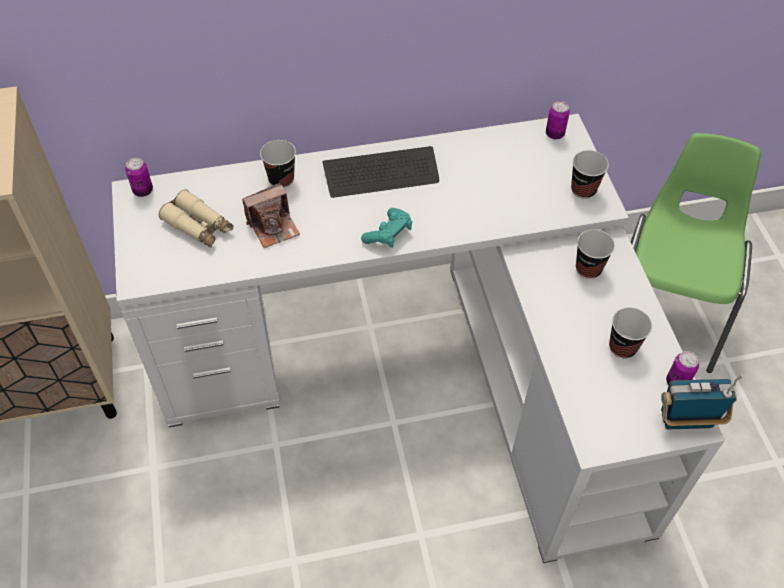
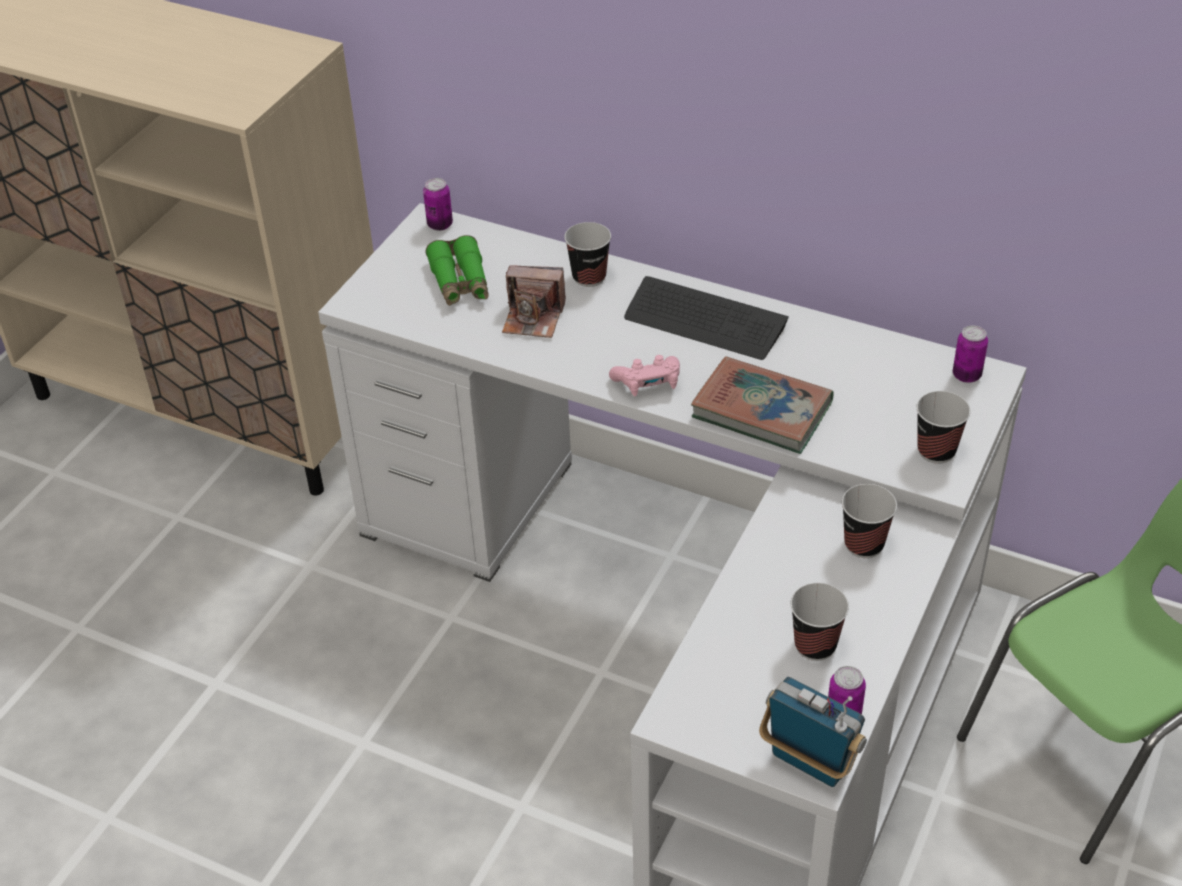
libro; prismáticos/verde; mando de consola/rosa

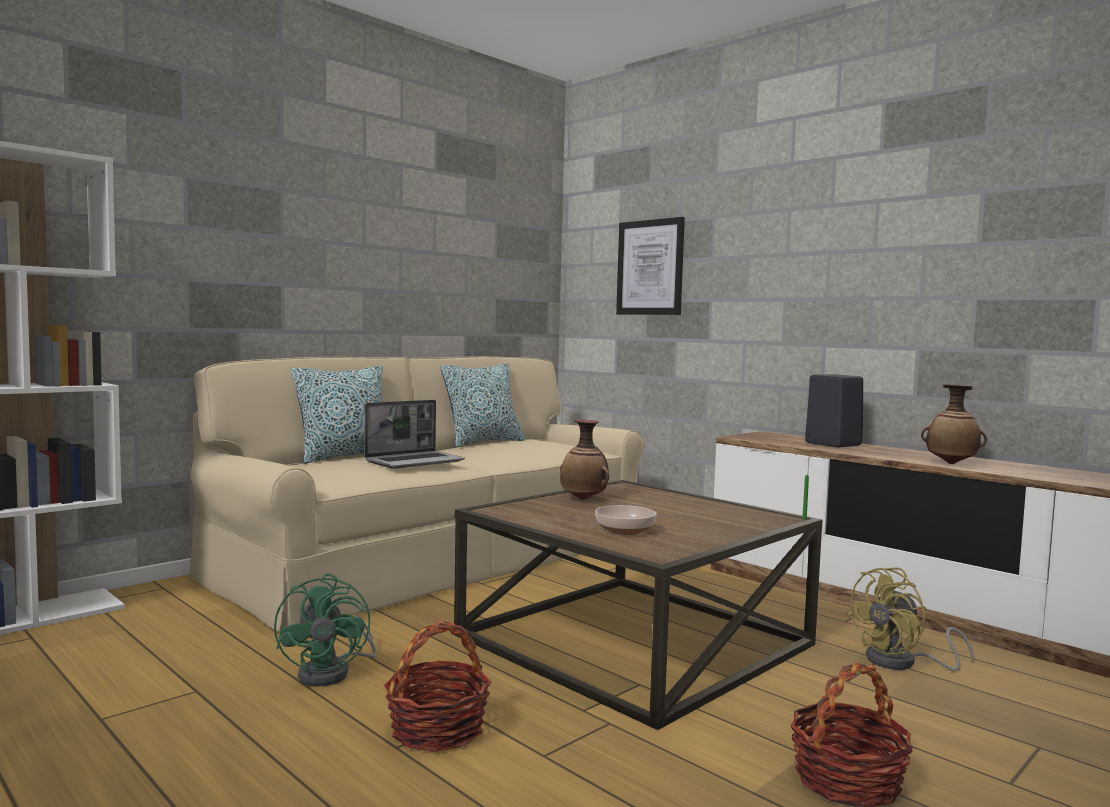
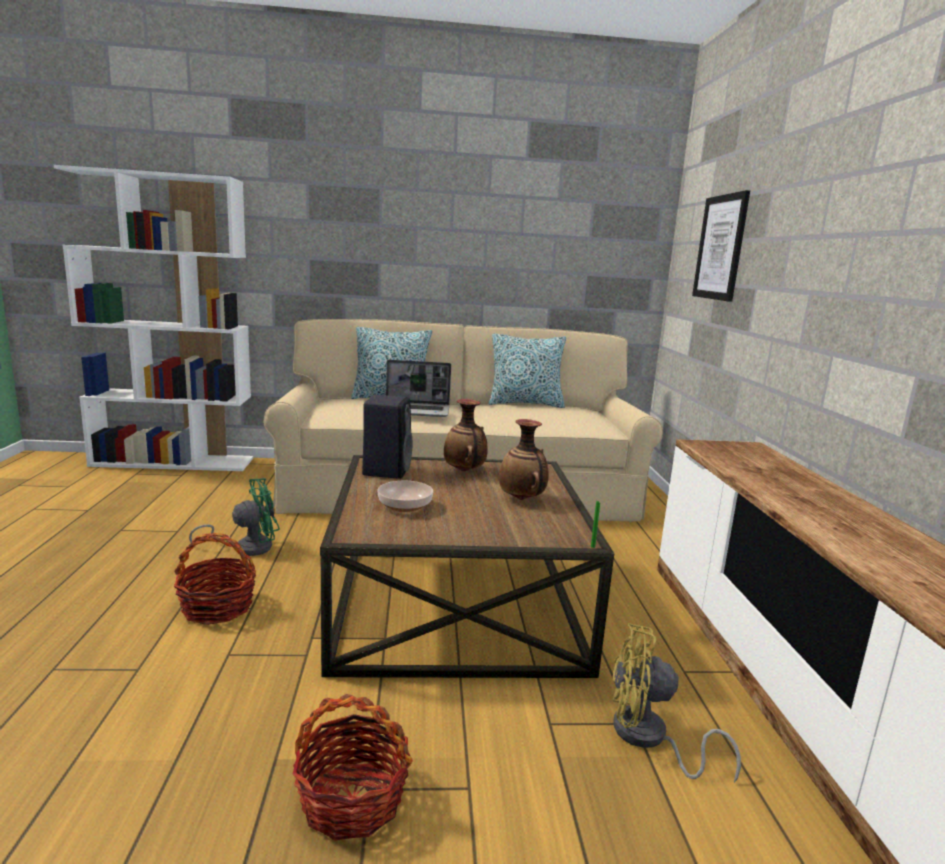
altavoz/negro; florero (2nd from left); ventilador/verde

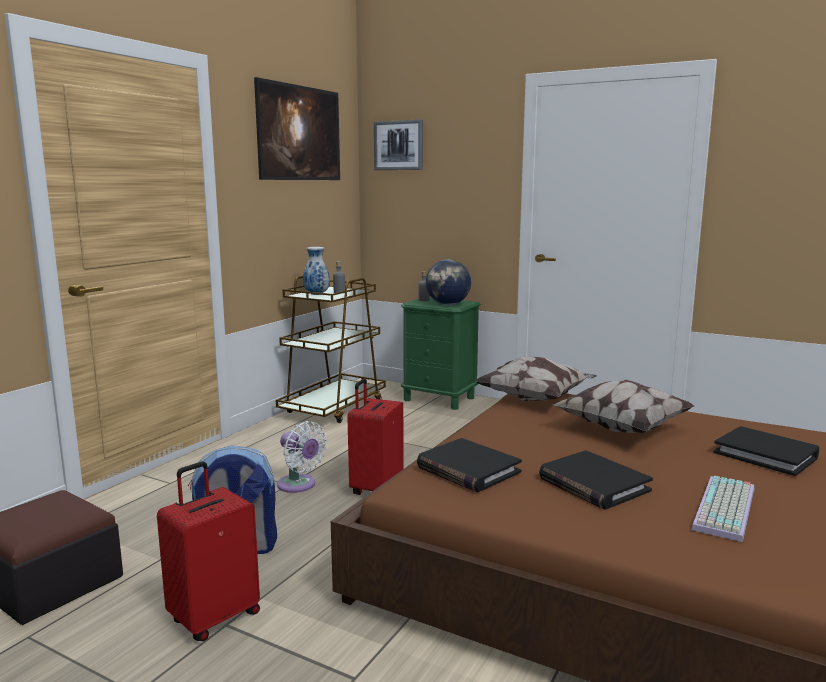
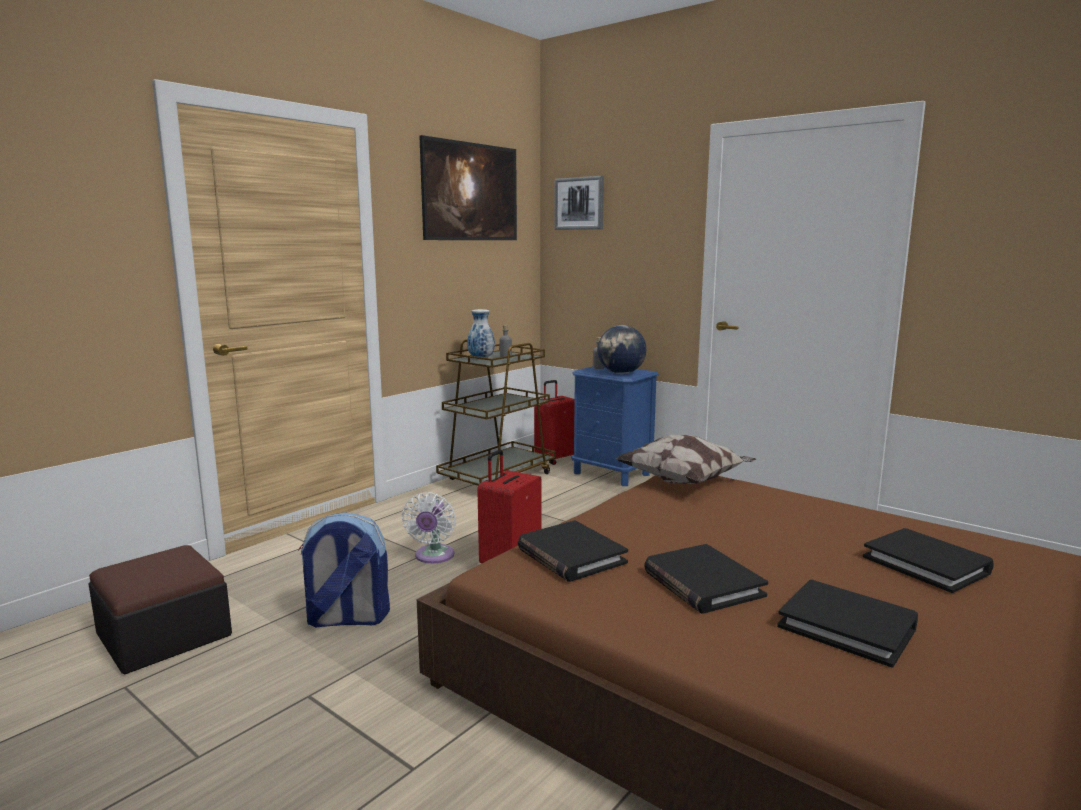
cojín (2nd from left in the first image); maleta/rojo (2nd from left); libro/negro (3rd from left); mesita de noche/azul; ventilador/blanco

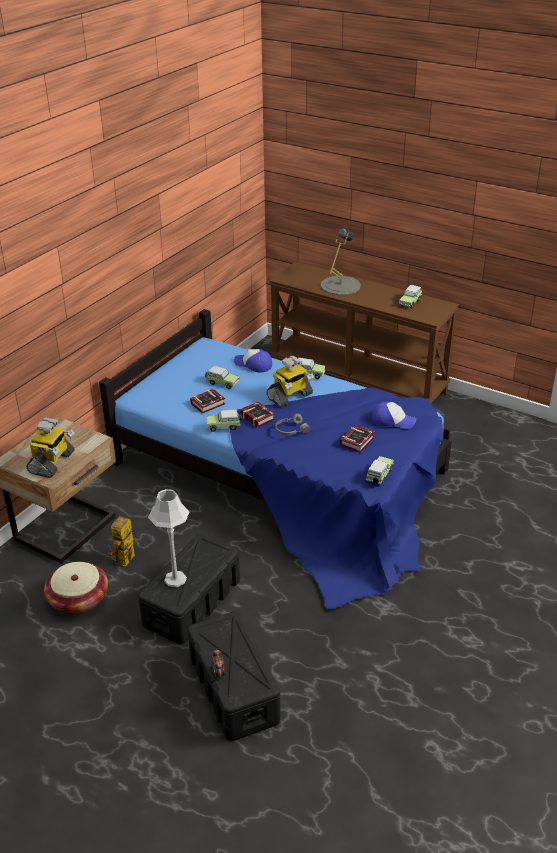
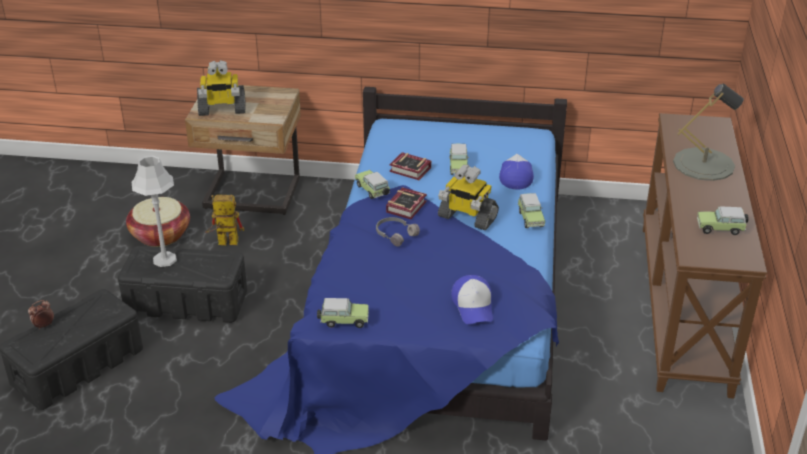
libro (3rd from left in the first image)

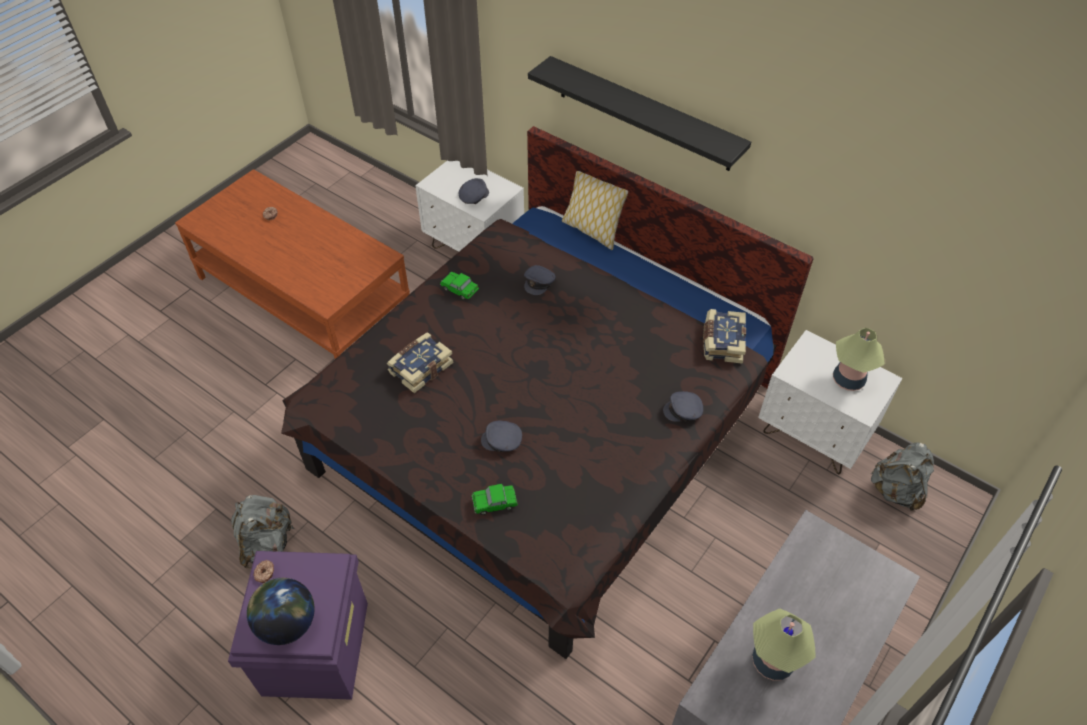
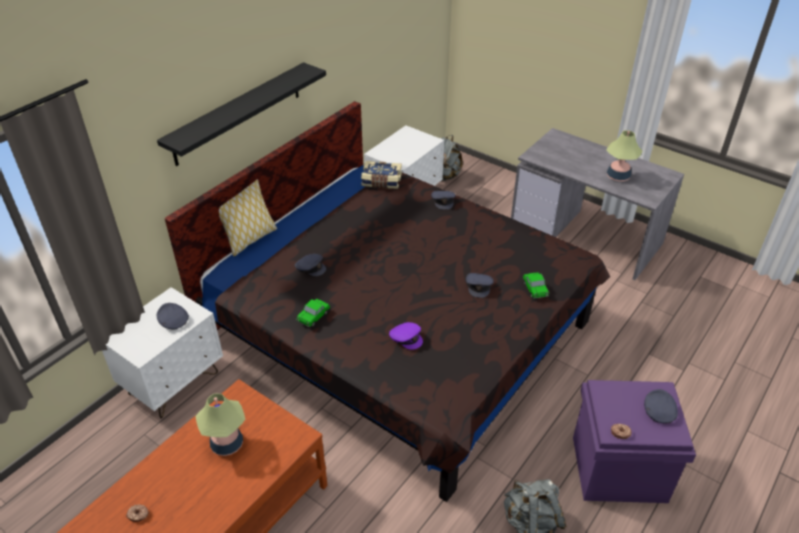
lámpara de mesa (1st from left); gorra/gris (5th from left); gorra/morado

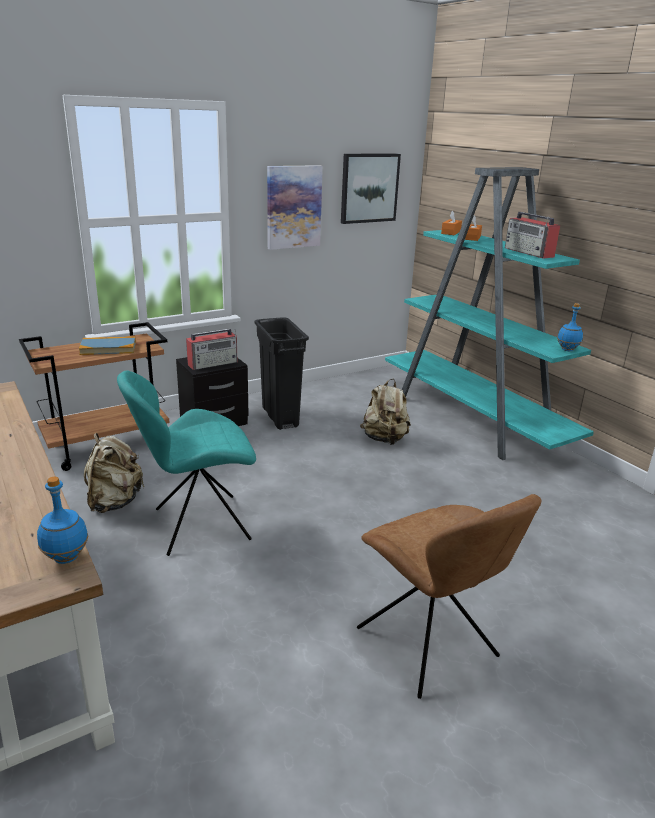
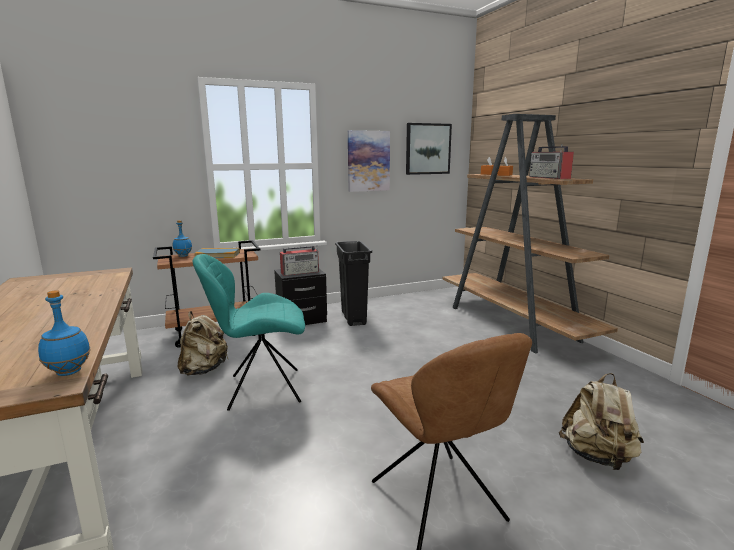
mochila/beis (2nd from left); botella/azul (2nd from left); estantería/marrón

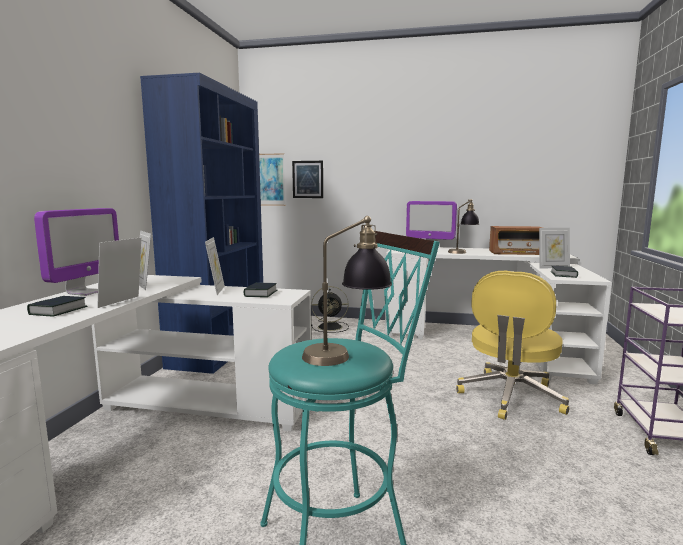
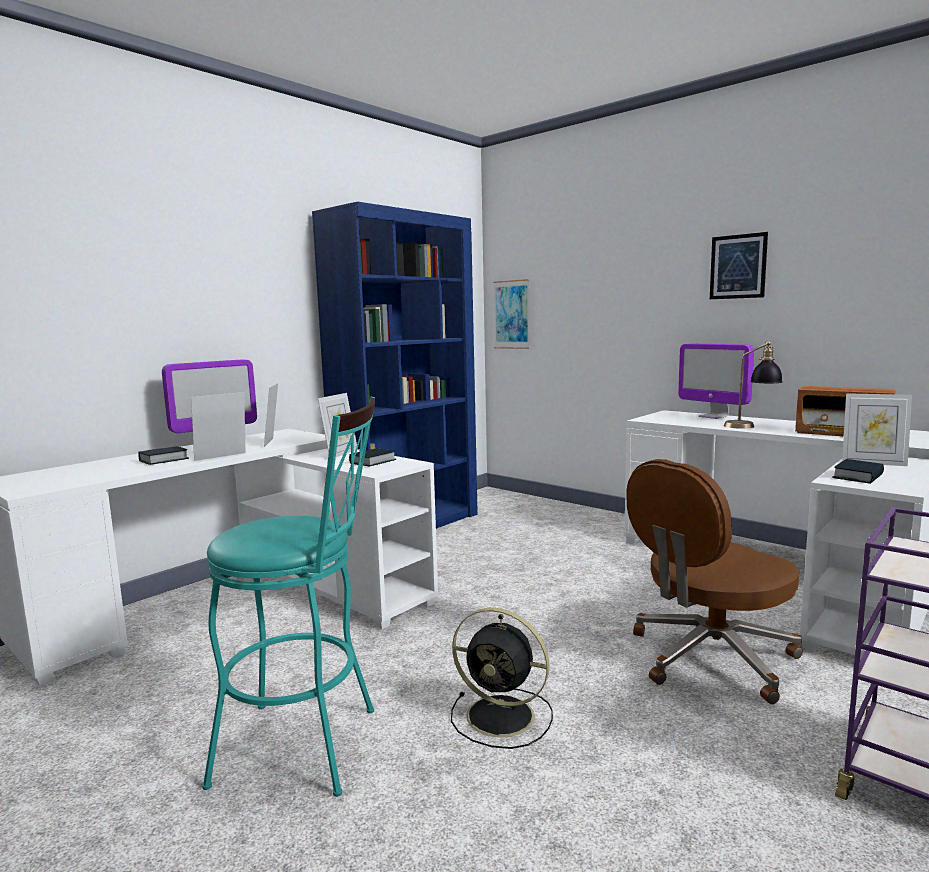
lámpara de mesa (1st from left in the first image); cuadro (2nd from left); ventilador/negro; silla de oficina/marrón

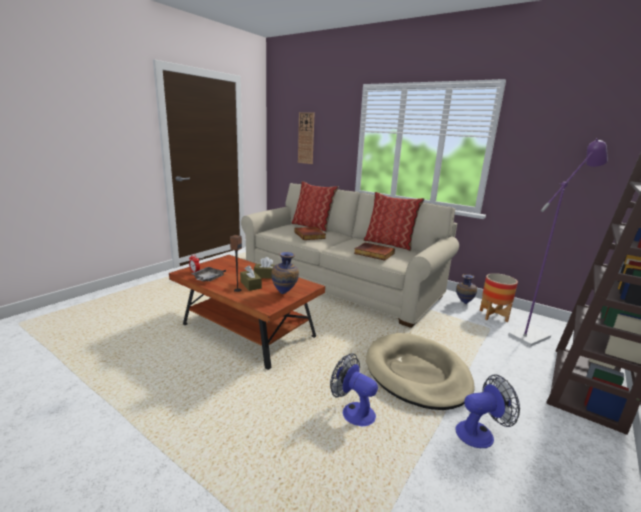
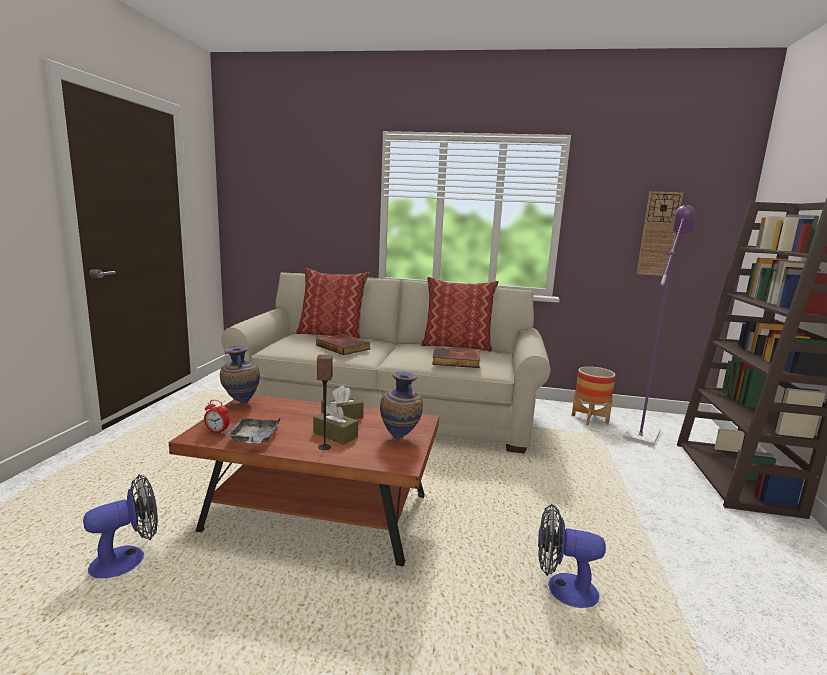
cama para perro/beis; reloj de pared; ventilador (1st from left); florero (1st from left)

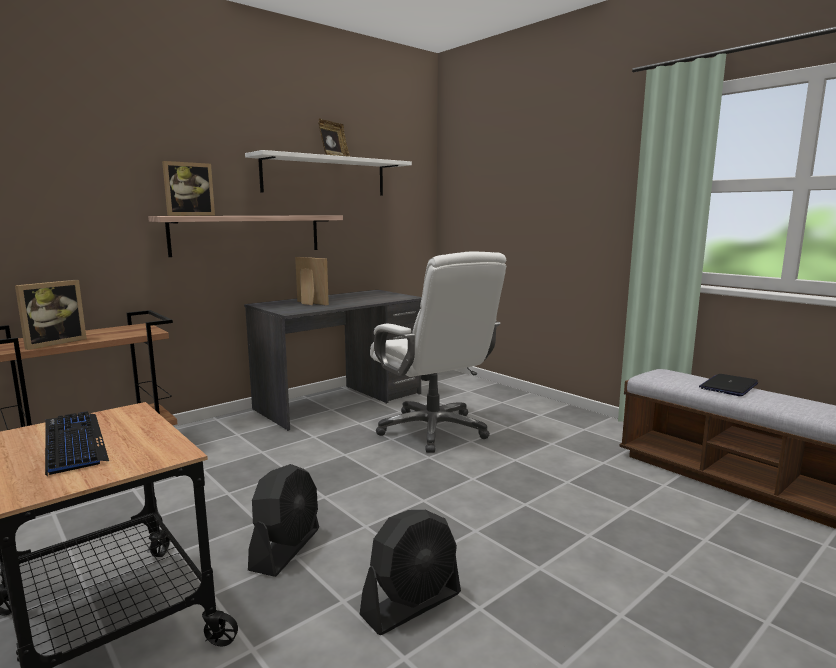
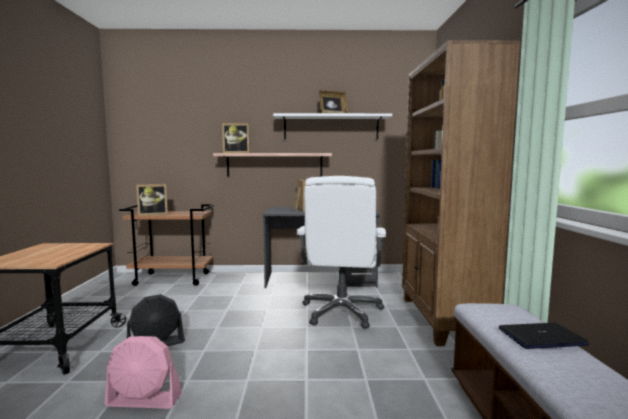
teclado; estantería/marrón; ventilador/rosa

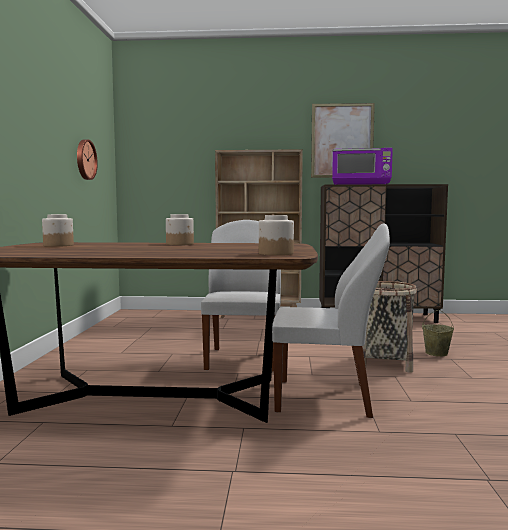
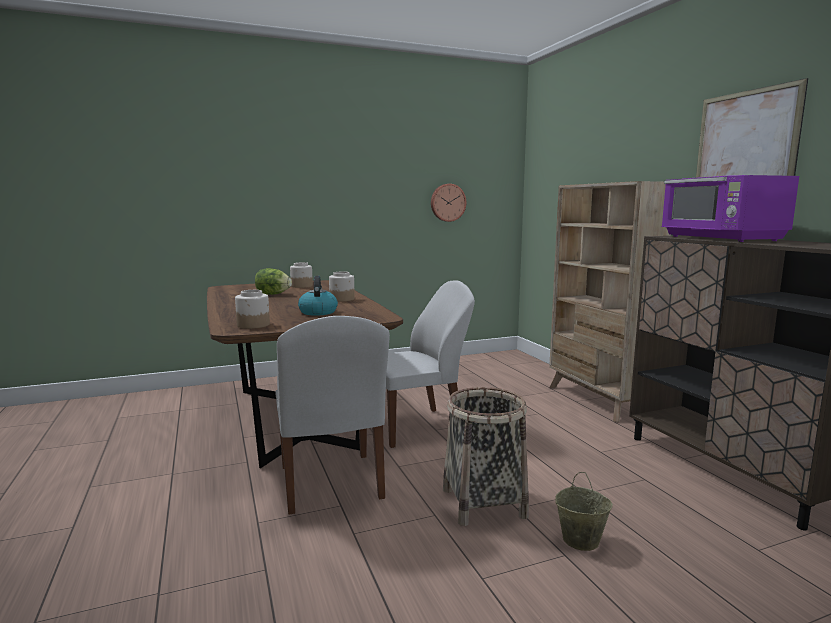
lechuga; hervidor

